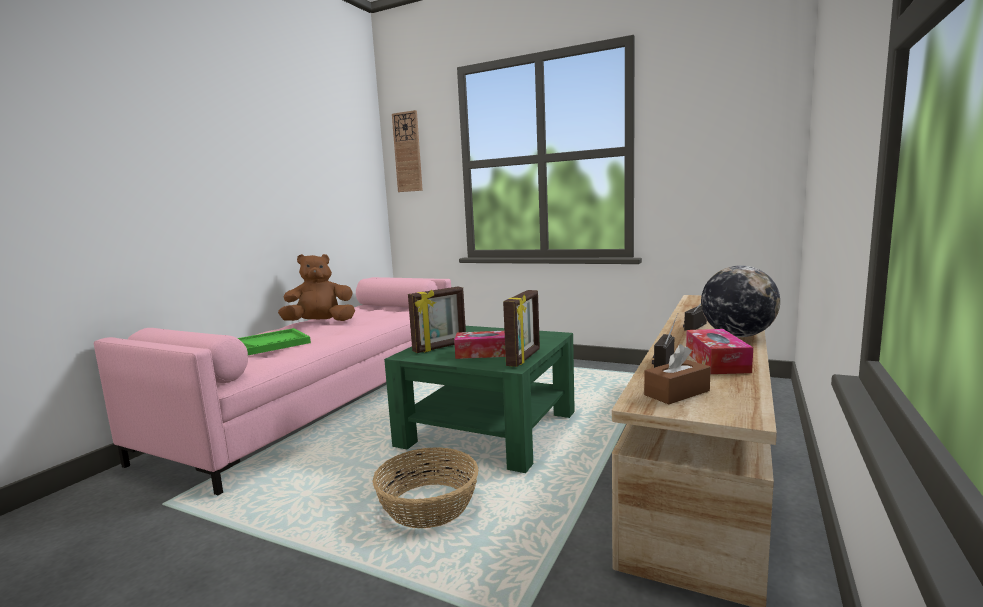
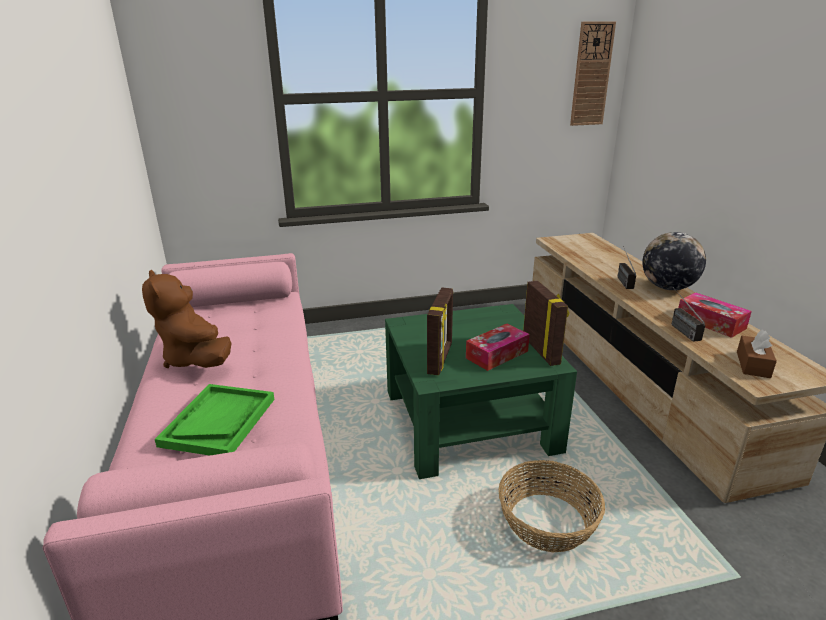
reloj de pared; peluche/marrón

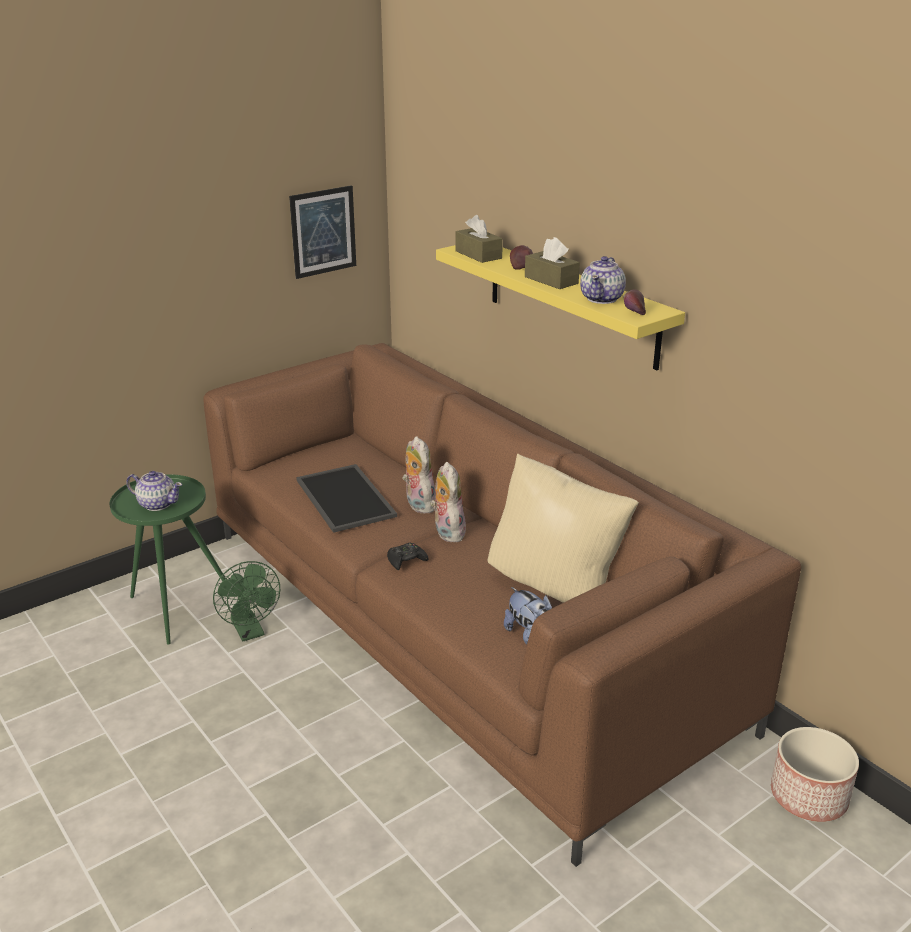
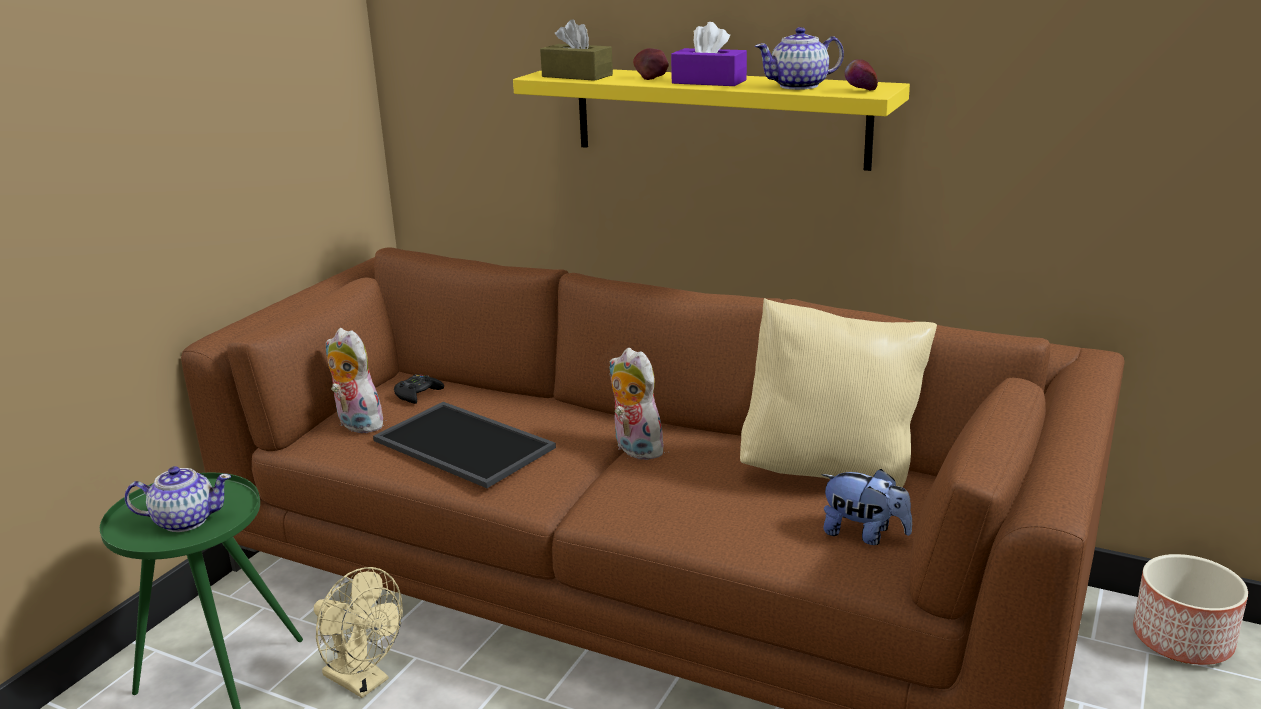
cuadro; mando de consola/negro; peluche (1st from left); ventilador/beis; caja de pañuelos/morado; tetera (2nd from left)

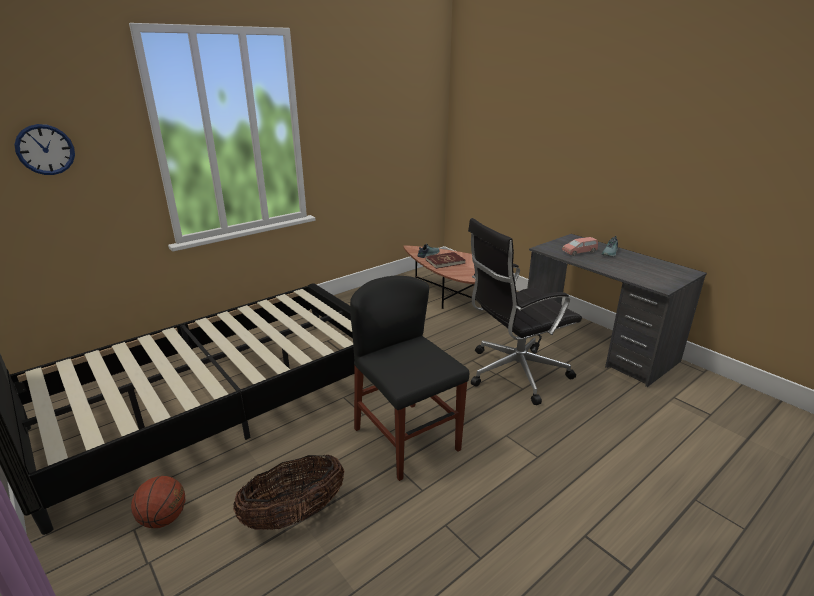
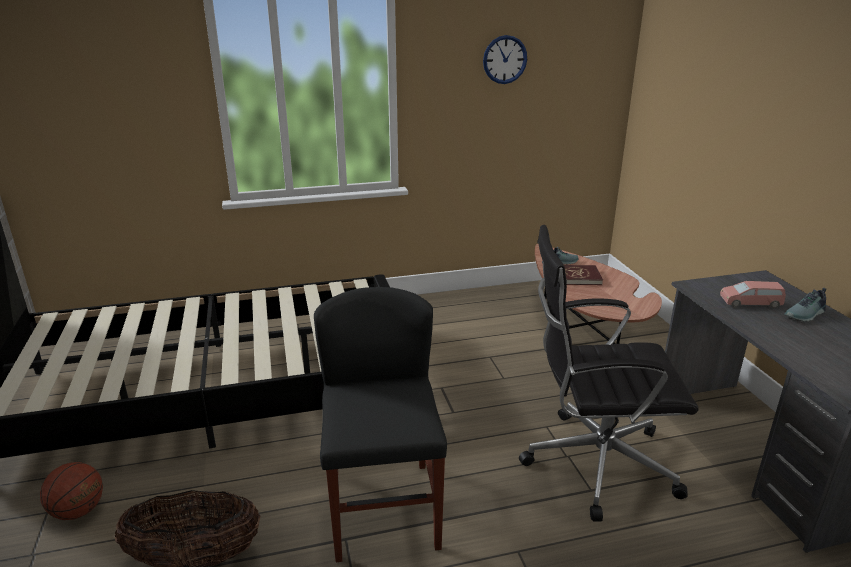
reloj de pared

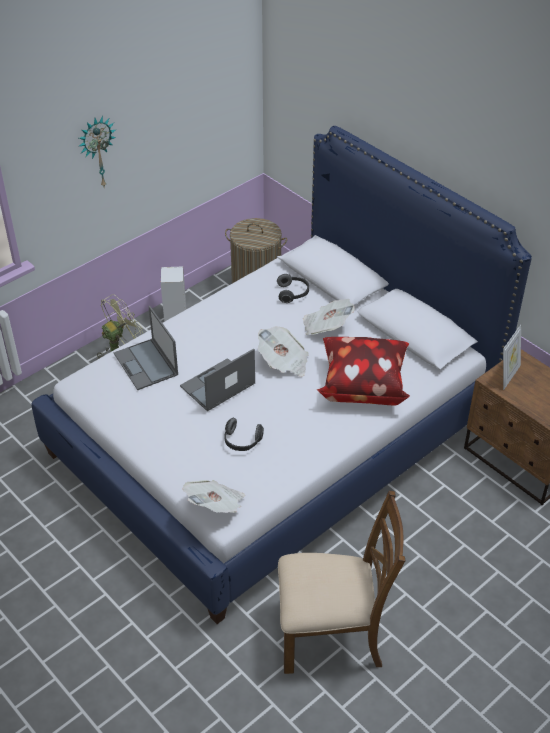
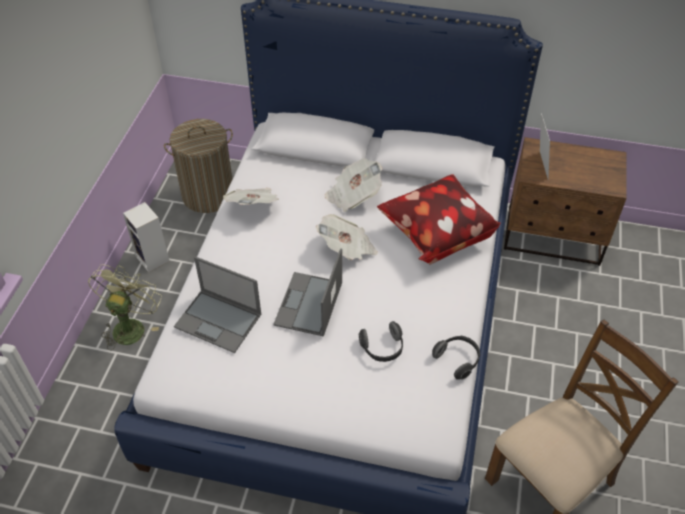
reloj de pared; periódico (1st from left); auriculares (2nd from left)

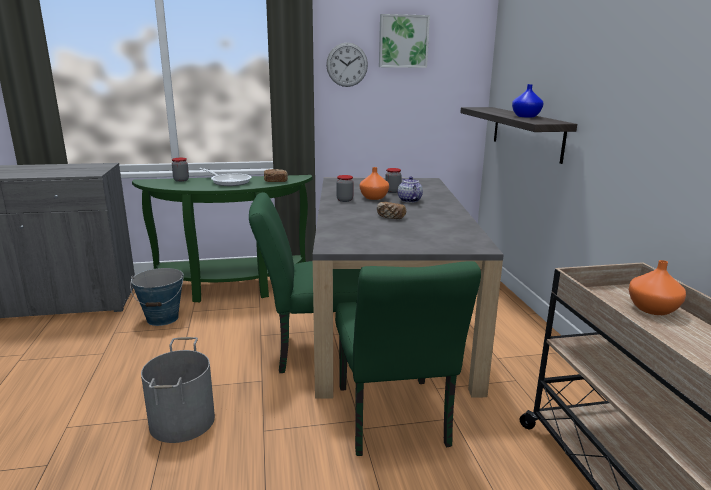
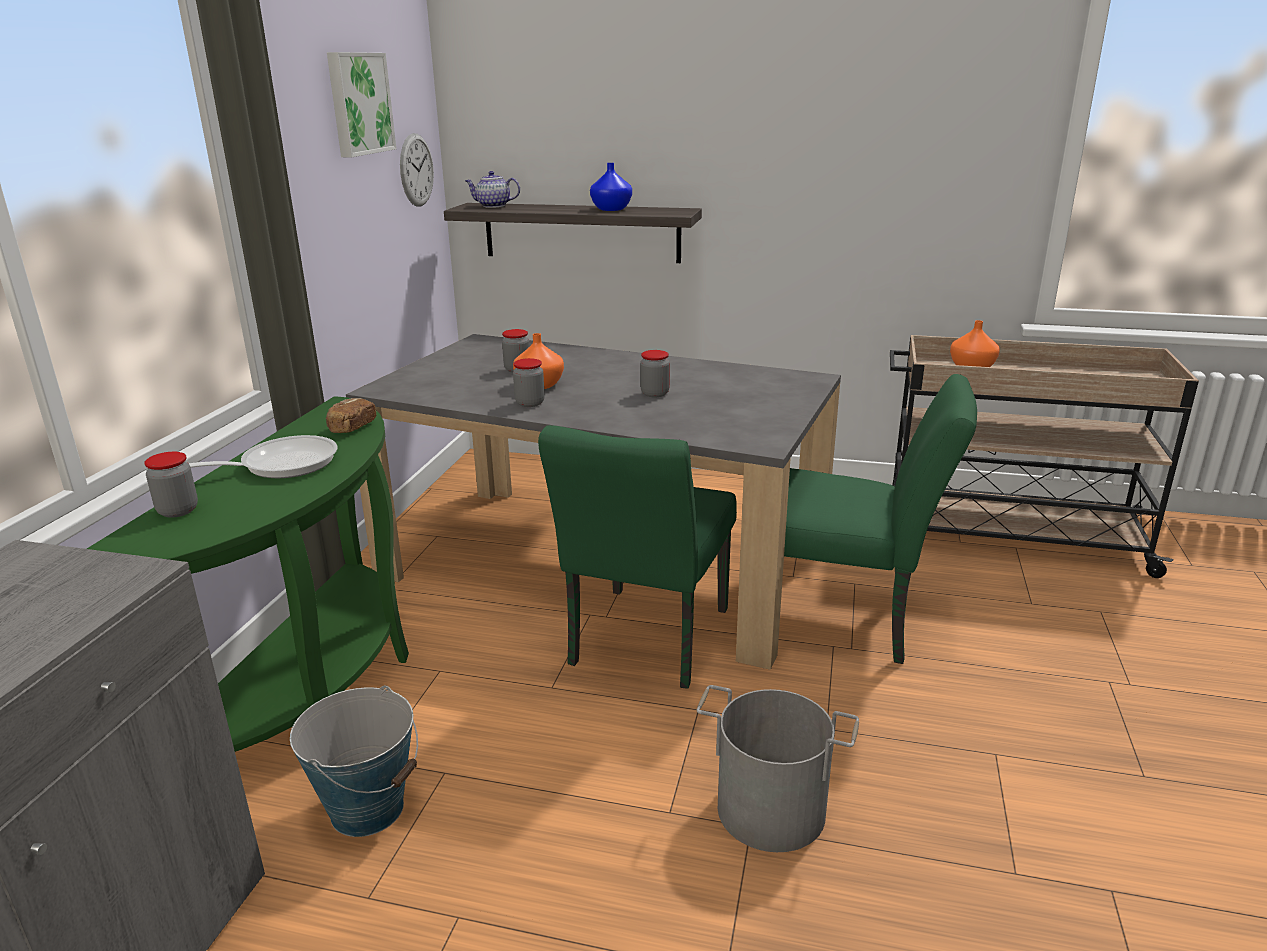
reloj de pared; tetera; tarro (4th from left)

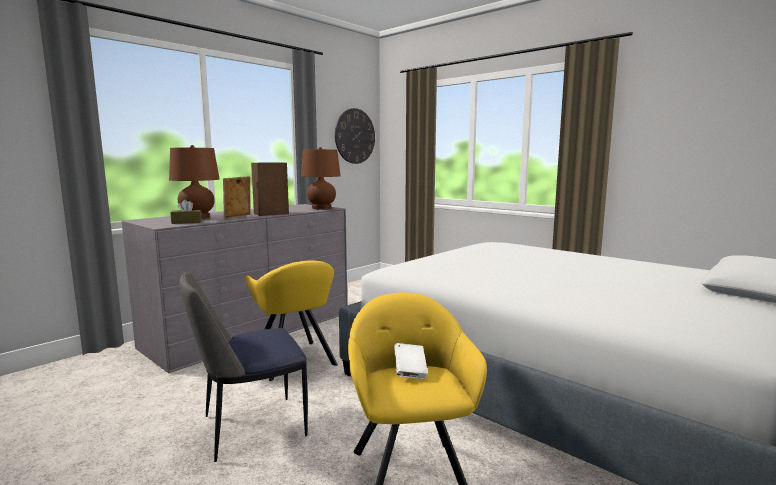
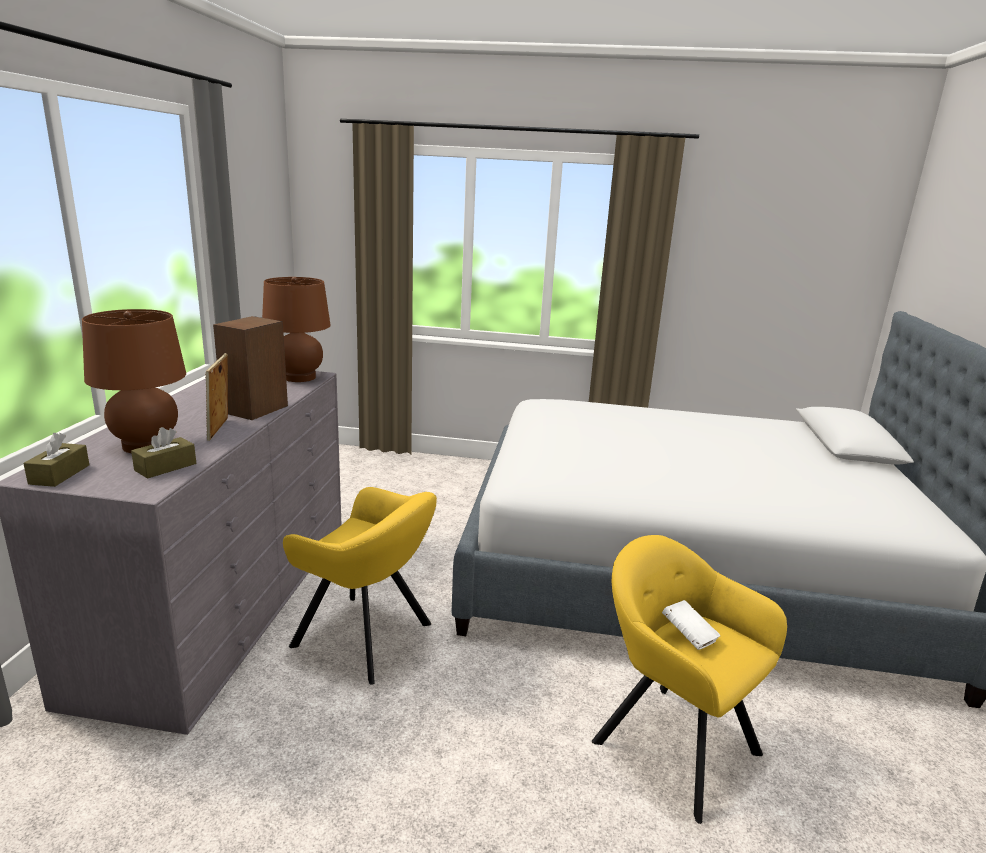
silla; reloj de pared; caja de pañuelos/marrón (1st from left)

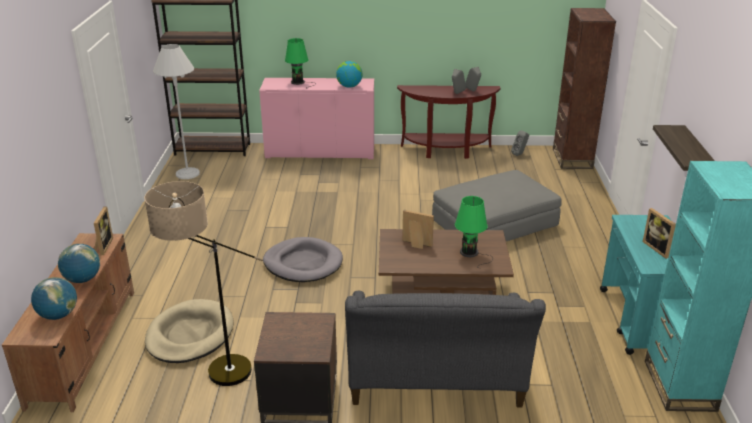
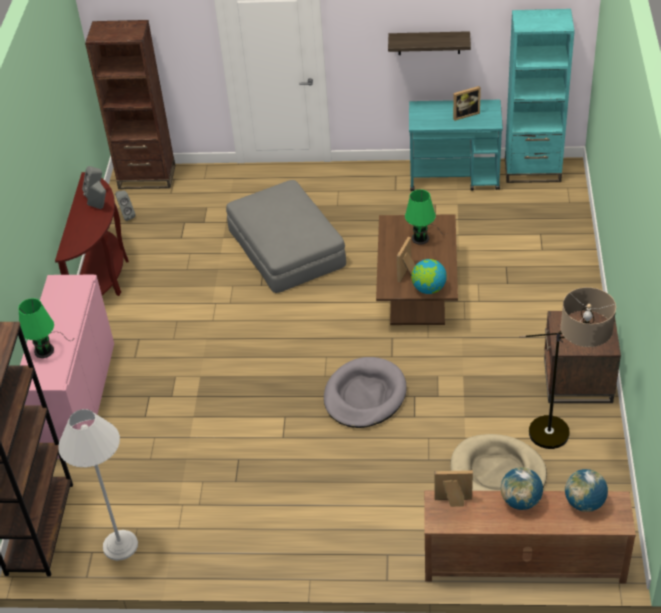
sofá/gris; globo terráqueo (1st from left)

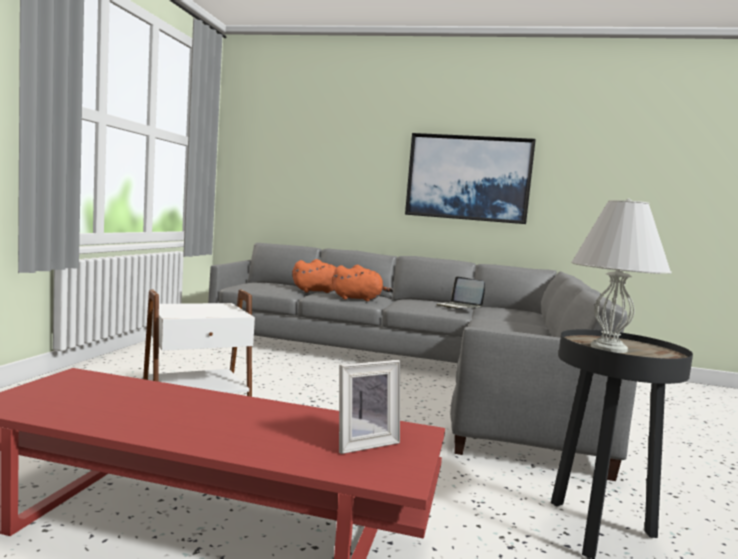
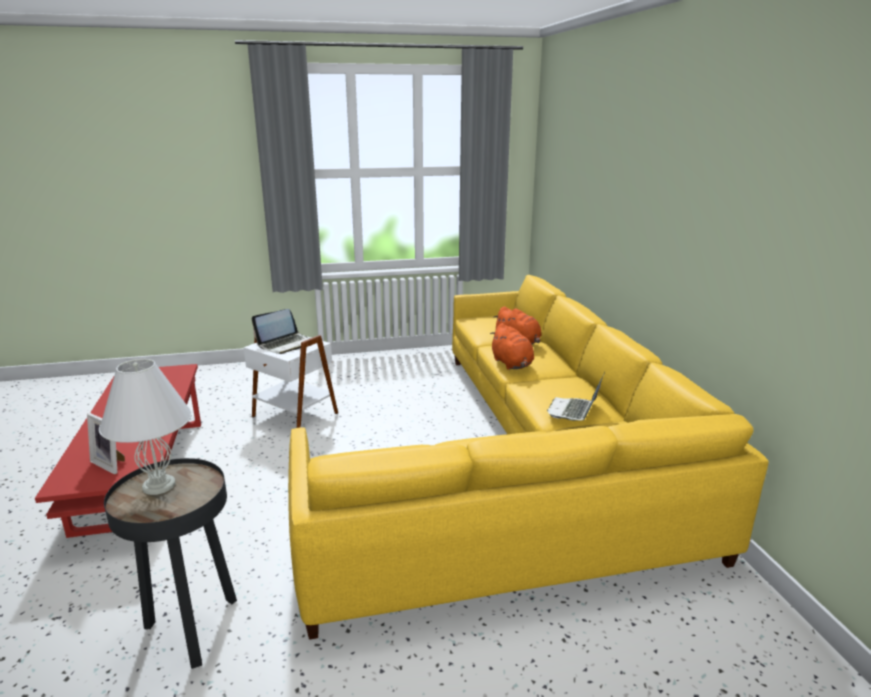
cuadro; portátil (1st from left); sofá/amarillo

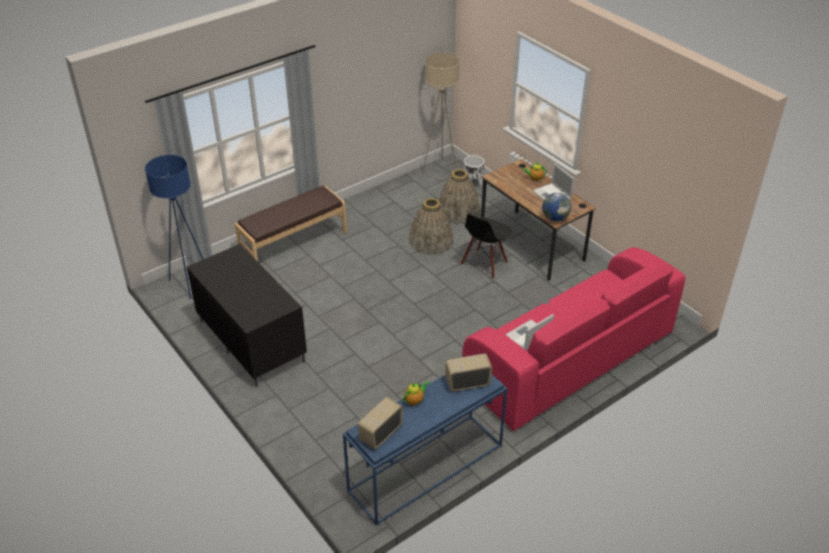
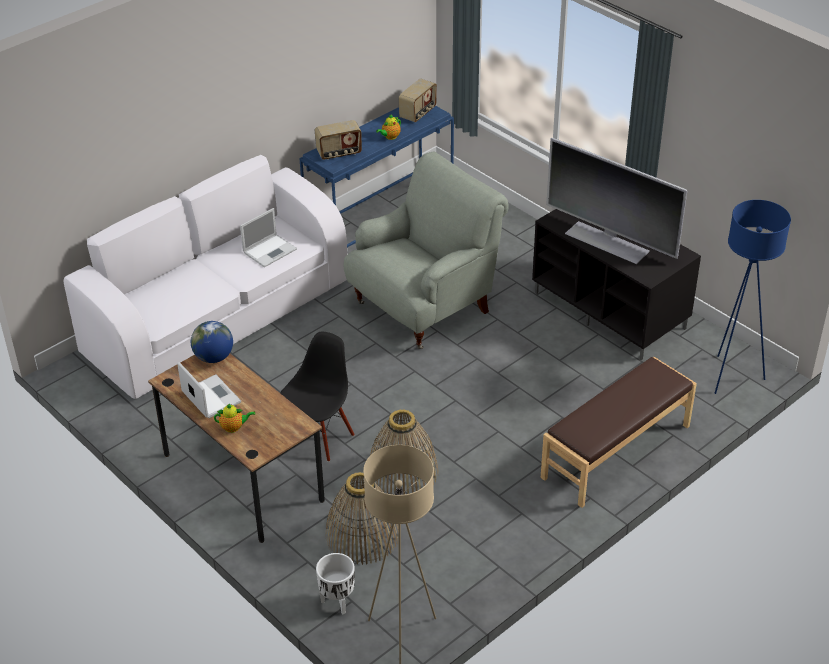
sillón/gris; televisor; sofá/blanco

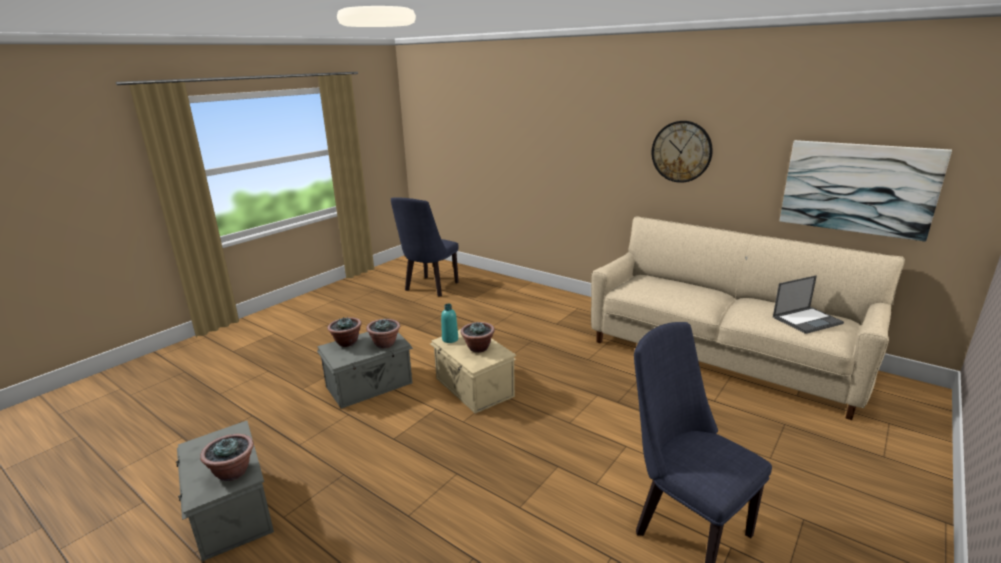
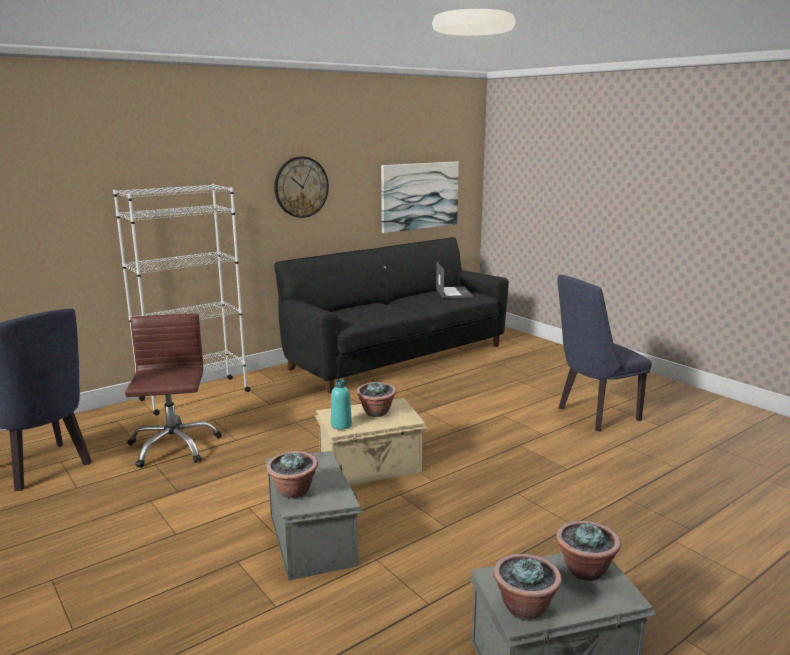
estantería/blanco; silla de oficina/marrón; planta en maceta (3rd from left); sofá/negro

